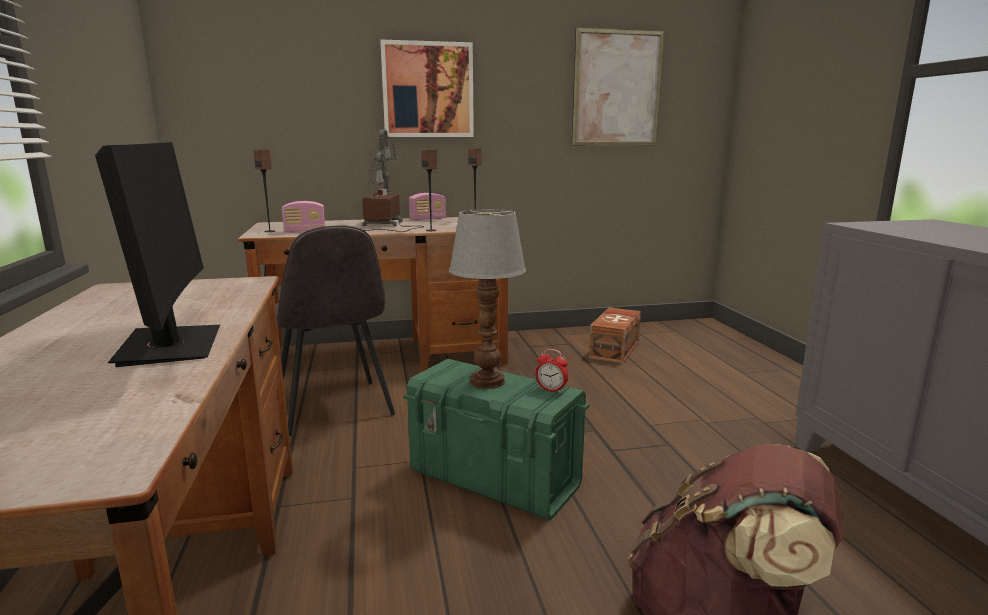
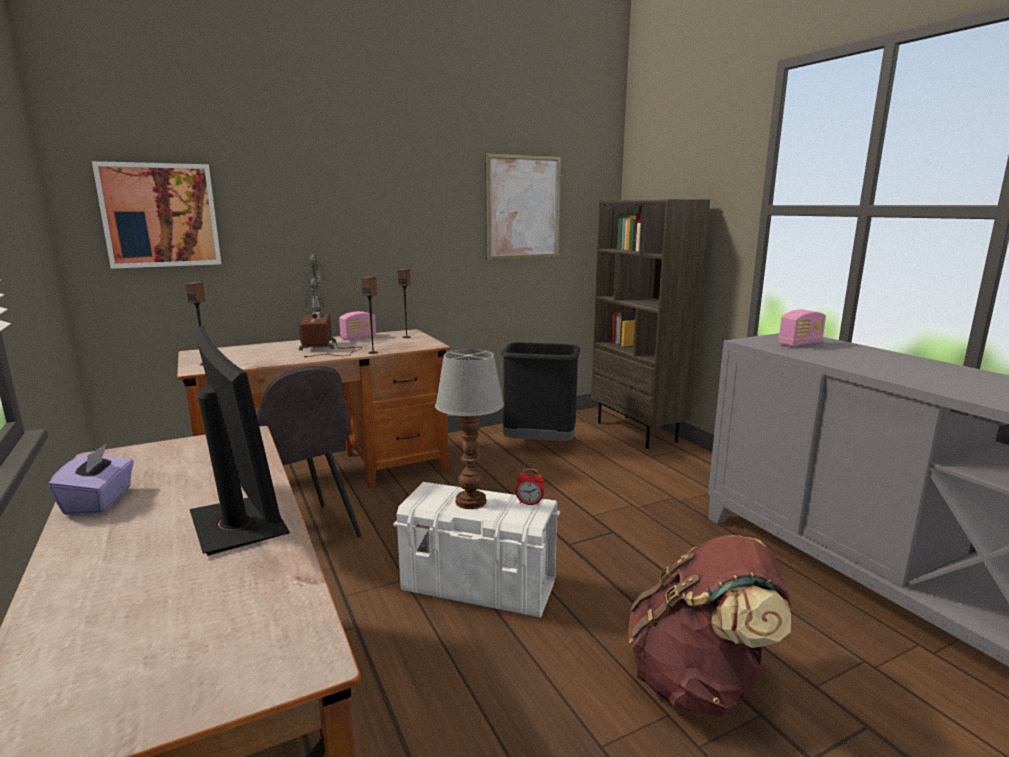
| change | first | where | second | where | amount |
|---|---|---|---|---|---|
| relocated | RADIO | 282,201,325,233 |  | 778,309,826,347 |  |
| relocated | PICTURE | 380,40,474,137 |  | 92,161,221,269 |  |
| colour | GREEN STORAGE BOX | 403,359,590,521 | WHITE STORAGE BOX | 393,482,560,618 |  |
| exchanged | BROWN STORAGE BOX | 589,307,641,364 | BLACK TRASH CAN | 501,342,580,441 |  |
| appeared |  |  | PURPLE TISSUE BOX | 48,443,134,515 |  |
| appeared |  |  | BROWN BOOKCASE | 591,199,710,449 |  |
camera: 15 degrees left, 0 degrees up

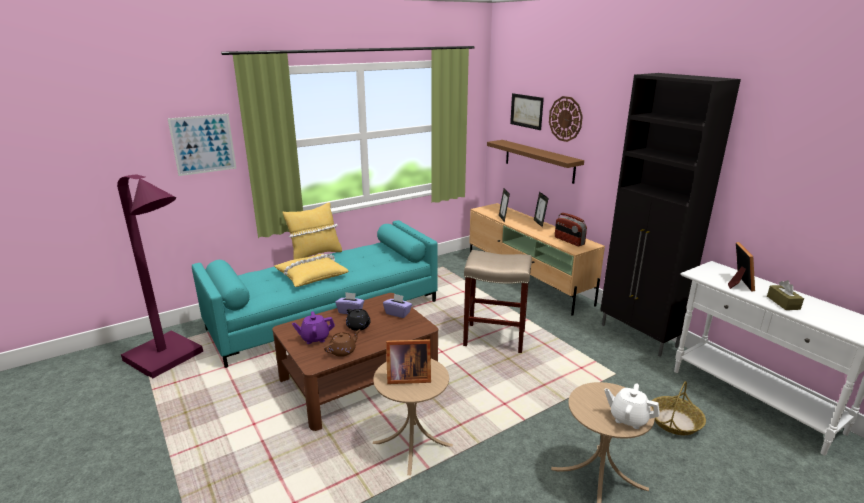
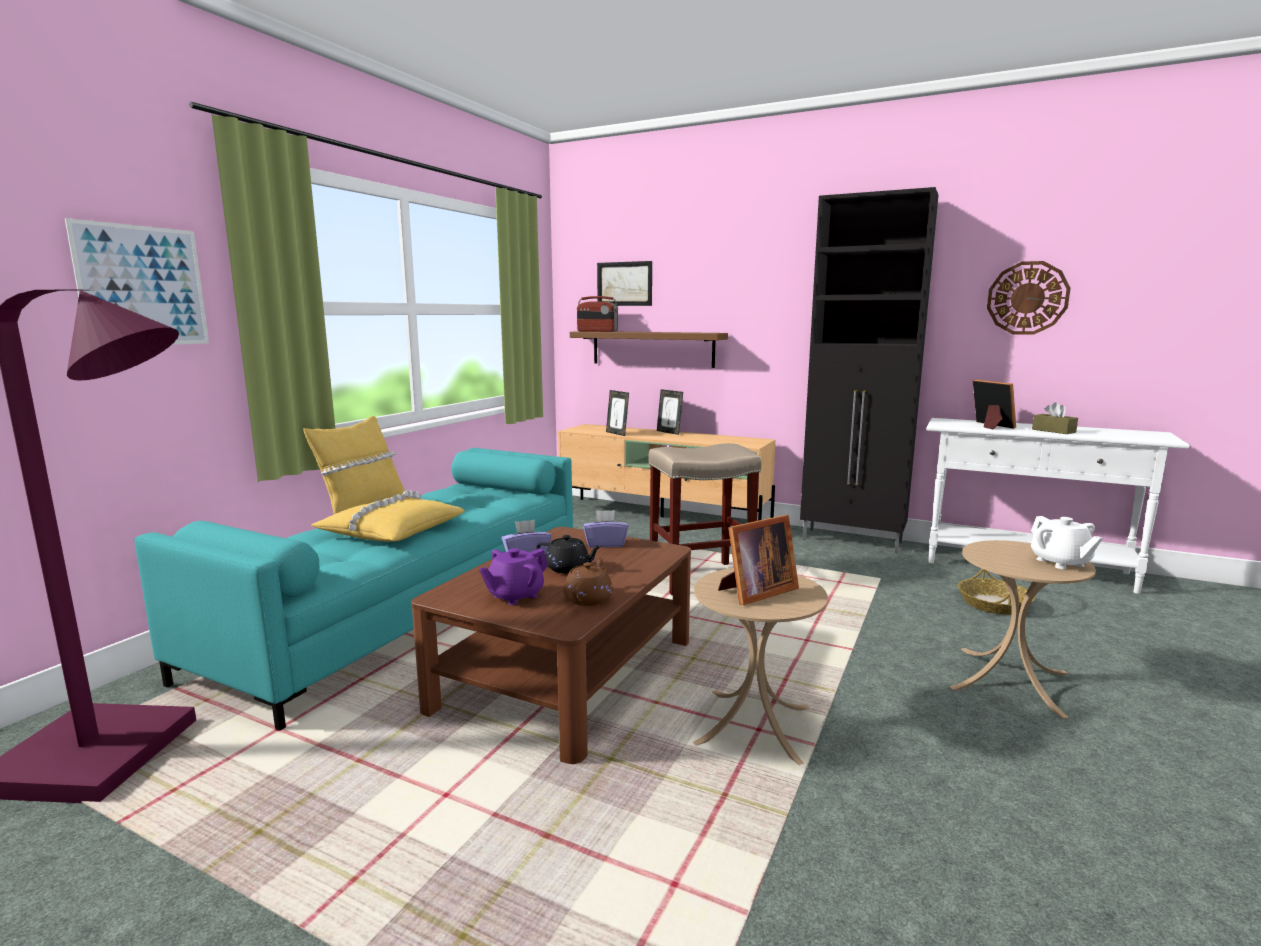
| change | first | where | second | where | amount |
|---|---|---|---|---|---|
| relocated | WALL CLOCK | 549,96,583,142 |  | 987,261,1071,335 |  |
| relocated | RADIO | 555,213,587,246 |  | 577,296,618,332 |  |
| spun | WHITE TEAPOT | 604,383,660,429 |  | 1031,516,1103,569 | 105 degrees counterclockwise |
camera: 30 degrees left, 10 degrees down

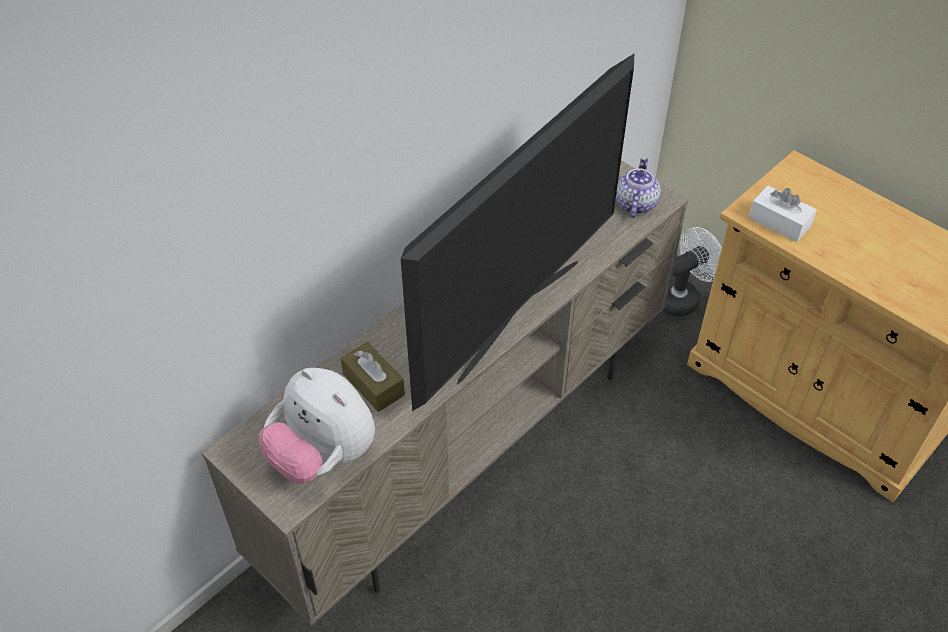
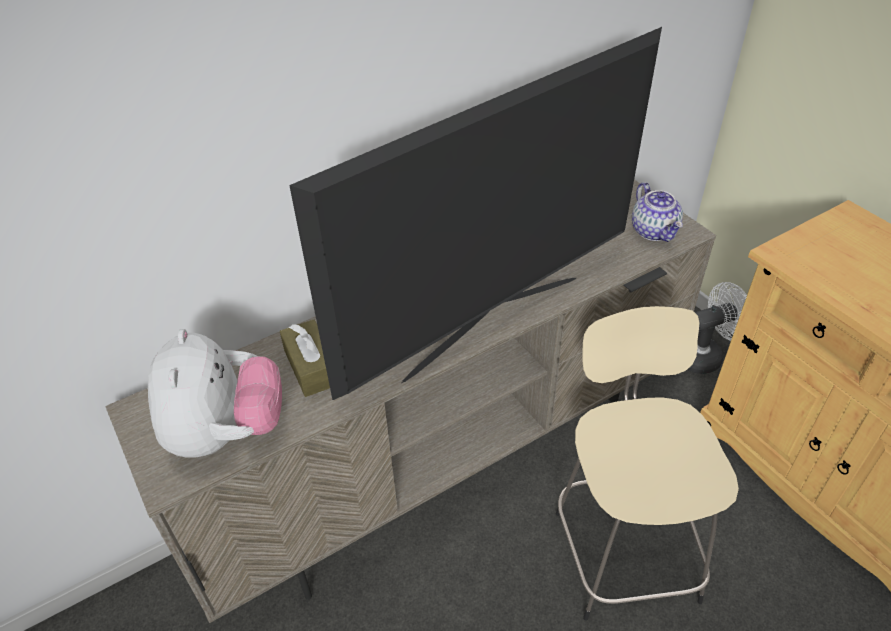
| change | first | where | second | where | amount |
|---|---|---|---|---|---|
| spun | PLUSH TOY | 259,368,375,484 |  | 148,329,282,458 | 150 degrees counterclockwise |
| spun | TEAPOT | 616,157,661,218 |  | 632,182,683,242 | 135 degrees clockwise |
| missing | WHITE TISSUE BOX | 749,186,817,242 |  |  |  |
| appeared |  |  | BEIGE STOOL | 556,306,739,621 |  |
camera: 15 degrees right, 5 degrees down

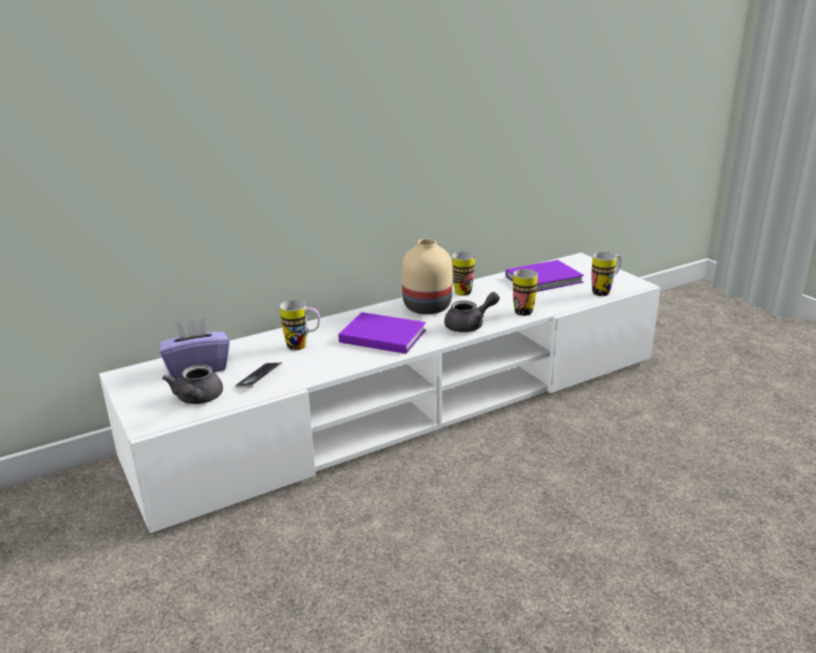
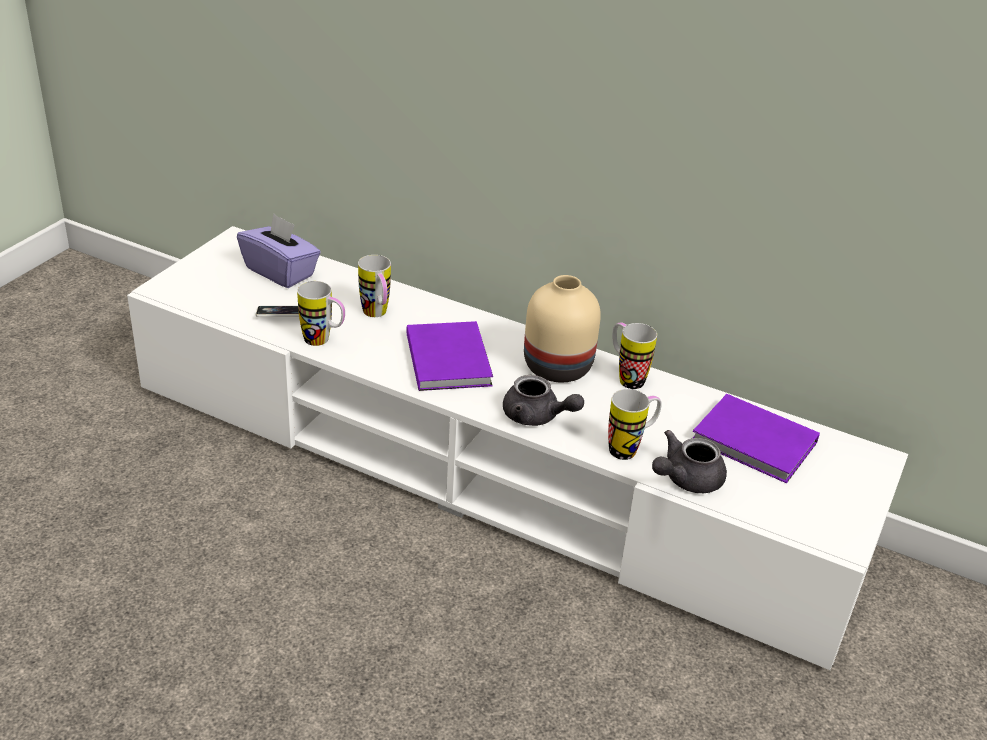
| change | first | where | second | where | amount |
|---|---|---|---|---|---|
| relocated | GREY TEAPOT | 162,365,223,404 |  | 652,430,727,493 |  |
| relocated | MUG | 592,252,621,296 |  | 297,281,345,346 |  |
camera: 55 degrees right, 10 degrees up

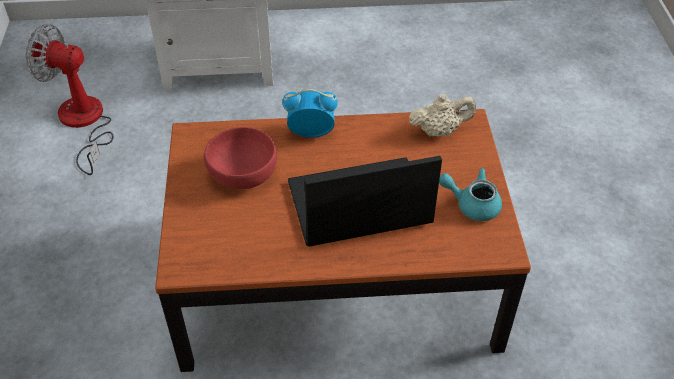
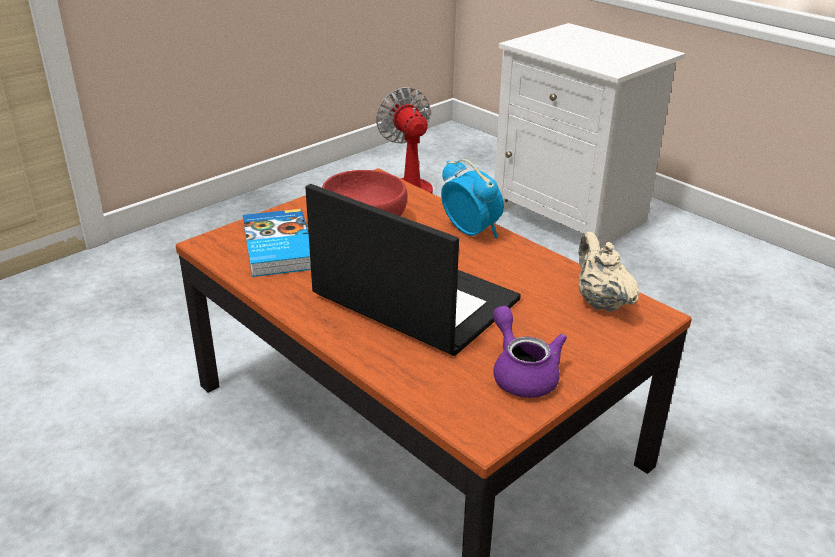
| change | first | where | second | where | amount |
|---|---|---|---|---|---|
| spun | BEIGE TEAPOT | 409,94,476,136 |  | 578,232,639,312 | 150 degrees counterclockwise |
| colour | TURQUOISE TEAPOT | 439,168,502,221 | PURPLE TEAPOT | 493,306,567,398 |  |
| appeared |  |  | BOOK | 243,209,311,277 |  |
camera: 50 degrees right, 15 degrees down

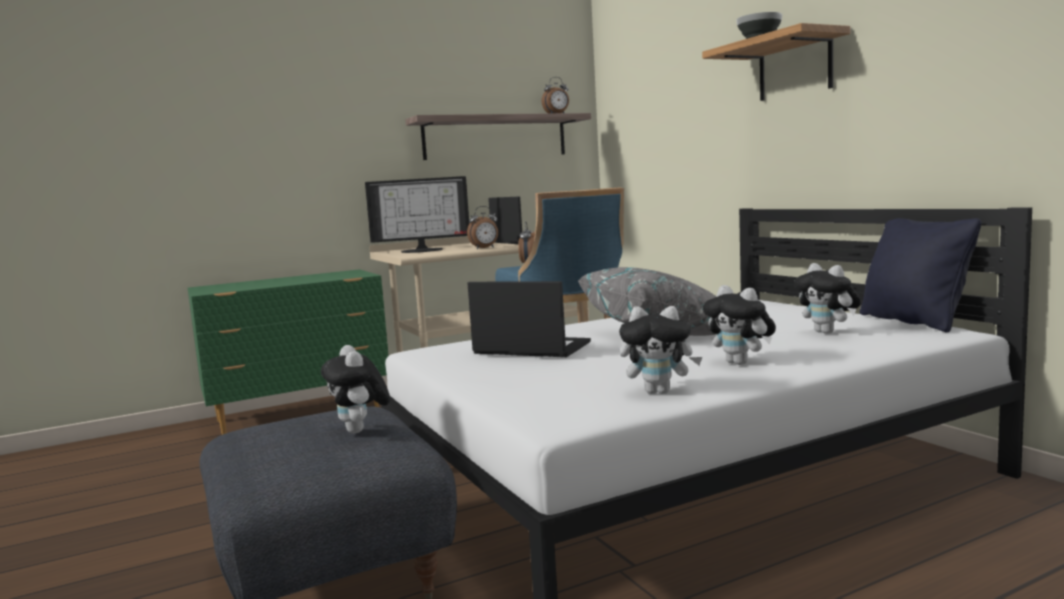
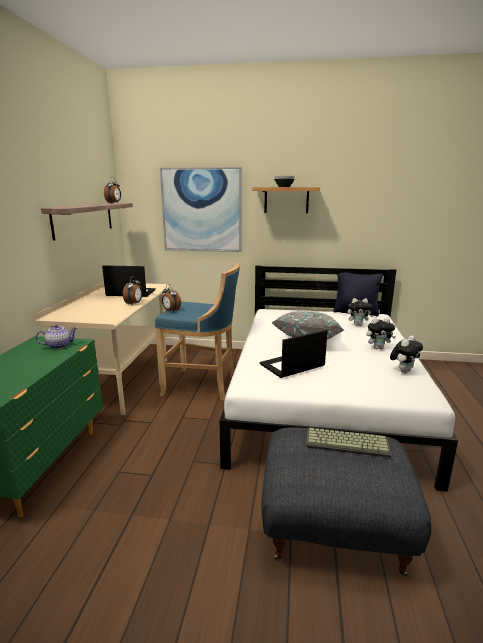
| change | first | where | second | where | amount |
|---|---|---|---|---|---|
| exchanged | PLUSH TOY | 321,345,390,434 | KEYBOARD | 306,428,391,458 |  |
| missing | MONITOR | 365,176,469,253 |  |  |  |
| appeared |  |  | TEAPOT | 36,325,77,349 |  |
| appeared |  |  | PICTURE | 160,167,242,252 |  |
camera: 55 degrees left, 10 degrees up

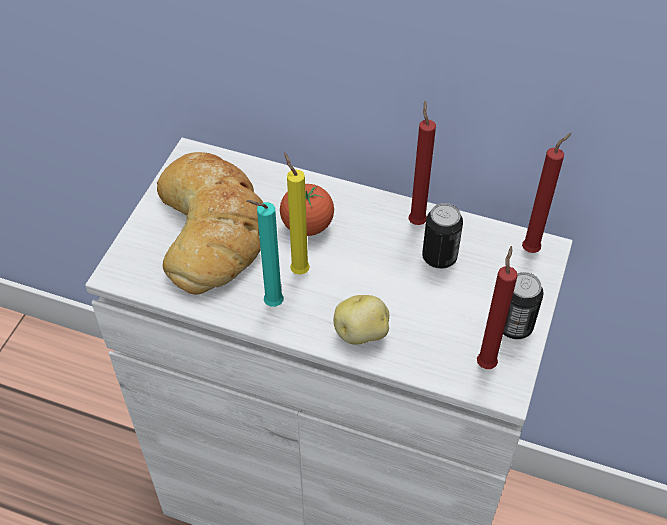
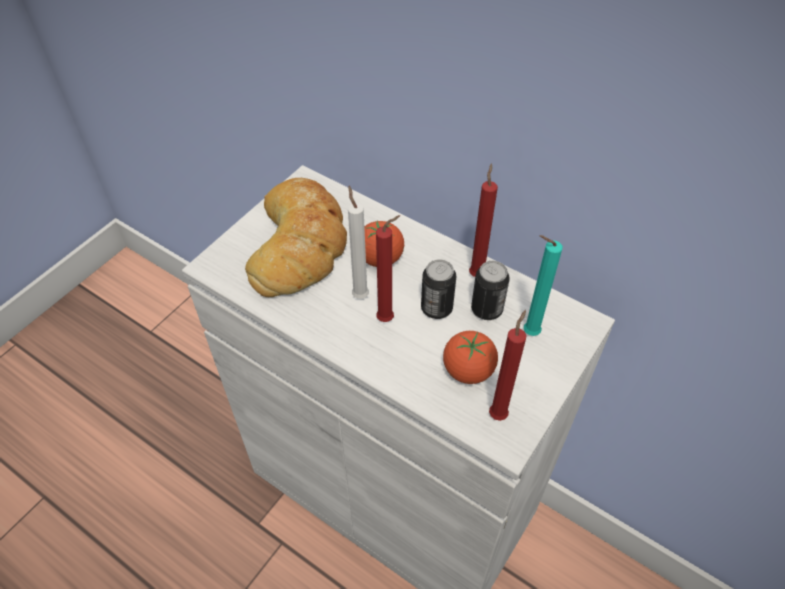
| change | first | where | second | where | amount |
|---|---|---|---|---|---|
| relocated | TURQUOISE CANDLE | 246,200,284,307 |  | 524,235,563,336 |  |
| colour | YELLOW CANDLE | 284,152,310,275 | WHITE CANDLE | 348,186,369,299 |  |
| missing | POTATO | 334,295,389,345 |  |  |  |
| relocated | CAN | 503,272,544,339 |  | 421,259,456,319 |  |
| relocated | RED CANDLE | 522,133,572,253 |  | 376,215,400,322 |  |
| appeared |  |  | TOMATO | 443,331,498,384 |  |
camera: 15 degrees right, 0 degrees up

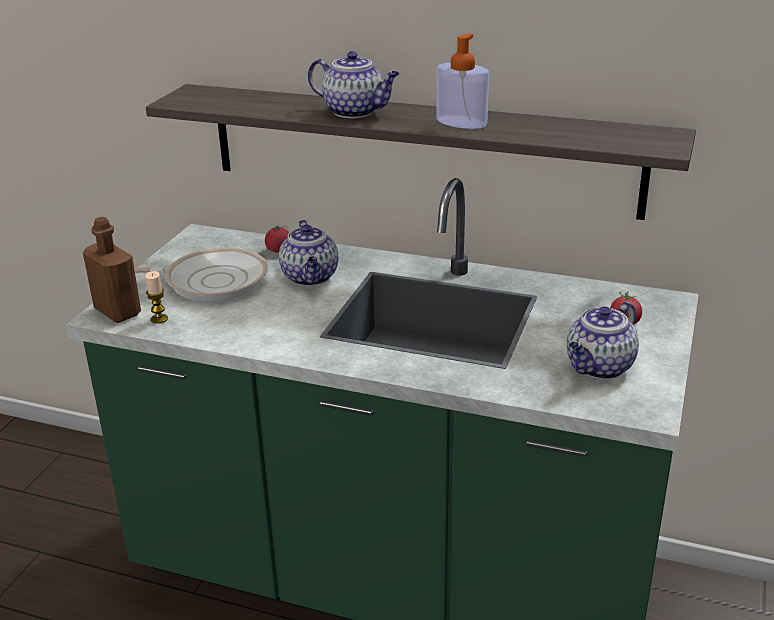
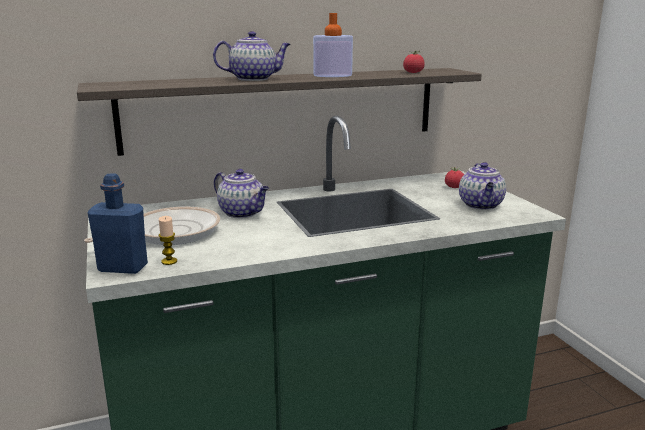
| change | first | where | second | where | amount |
|---|---|---|---|---|---|
| colour | BROWN BOTTLE | 83,217,141,323 | BLUE BOTTLE | 88,173,148,274 |  |
| relocated | TOMATO | 265,224,289,253 |  | 403,50,425,73 |  |
camera: 40 degrees left, 10 degrees down

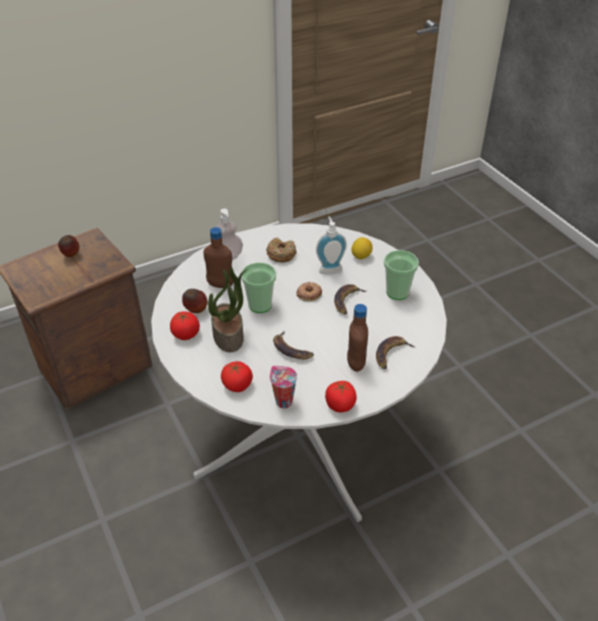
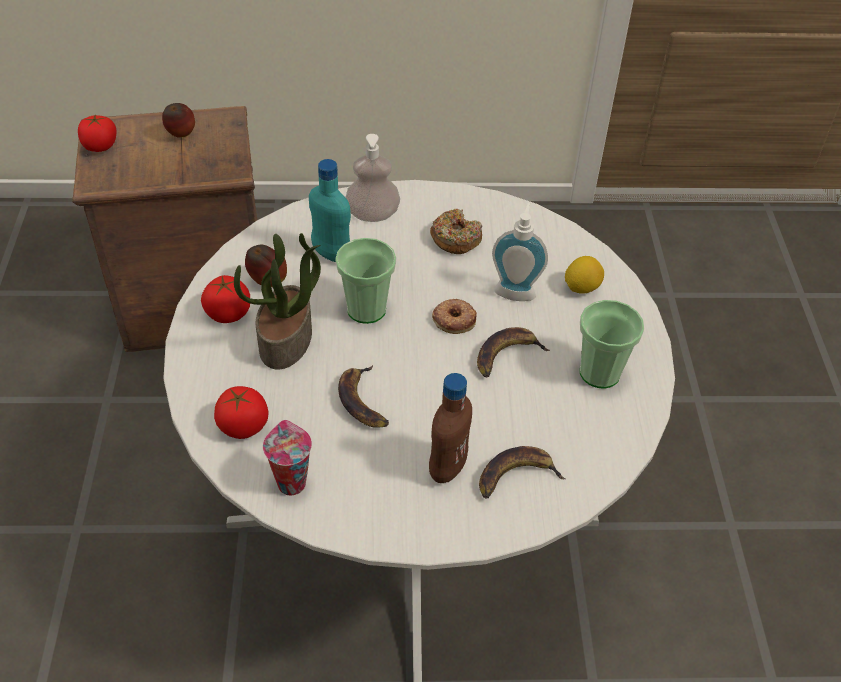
| change | first | where | second | where | amount |
|---|---|---|---|---|---|
| colour | BROWN BOTTLE | 203,227,234,288 | TURQUOISE BOTTLE | 309,159,351,262 |  |
| relocated | TOMATO | 325,381,357,412 |  | 78,115,117,152 |  |
camera: 25 degrees right, 5 degrees up

